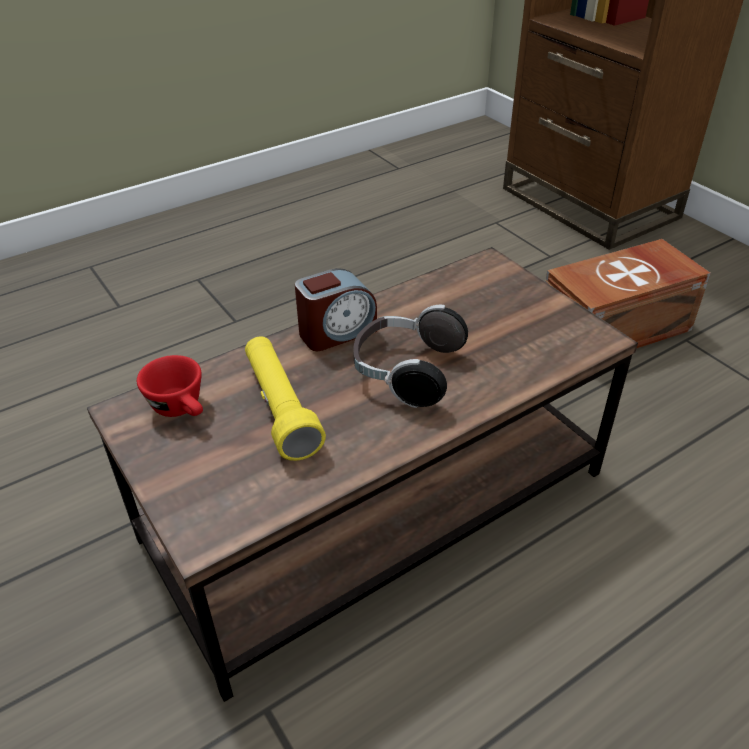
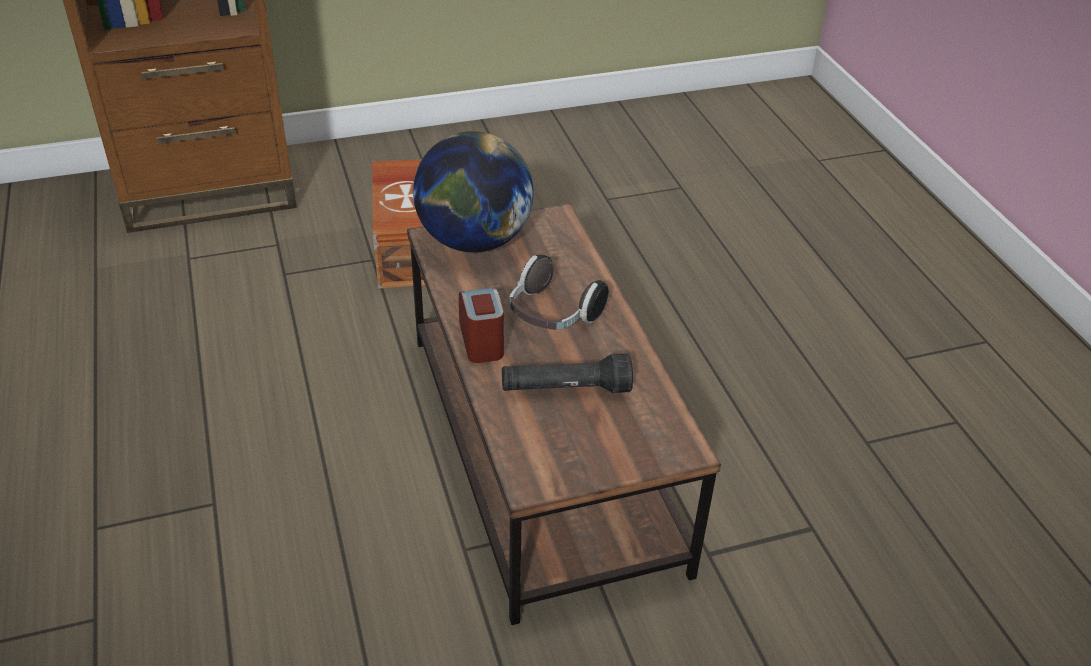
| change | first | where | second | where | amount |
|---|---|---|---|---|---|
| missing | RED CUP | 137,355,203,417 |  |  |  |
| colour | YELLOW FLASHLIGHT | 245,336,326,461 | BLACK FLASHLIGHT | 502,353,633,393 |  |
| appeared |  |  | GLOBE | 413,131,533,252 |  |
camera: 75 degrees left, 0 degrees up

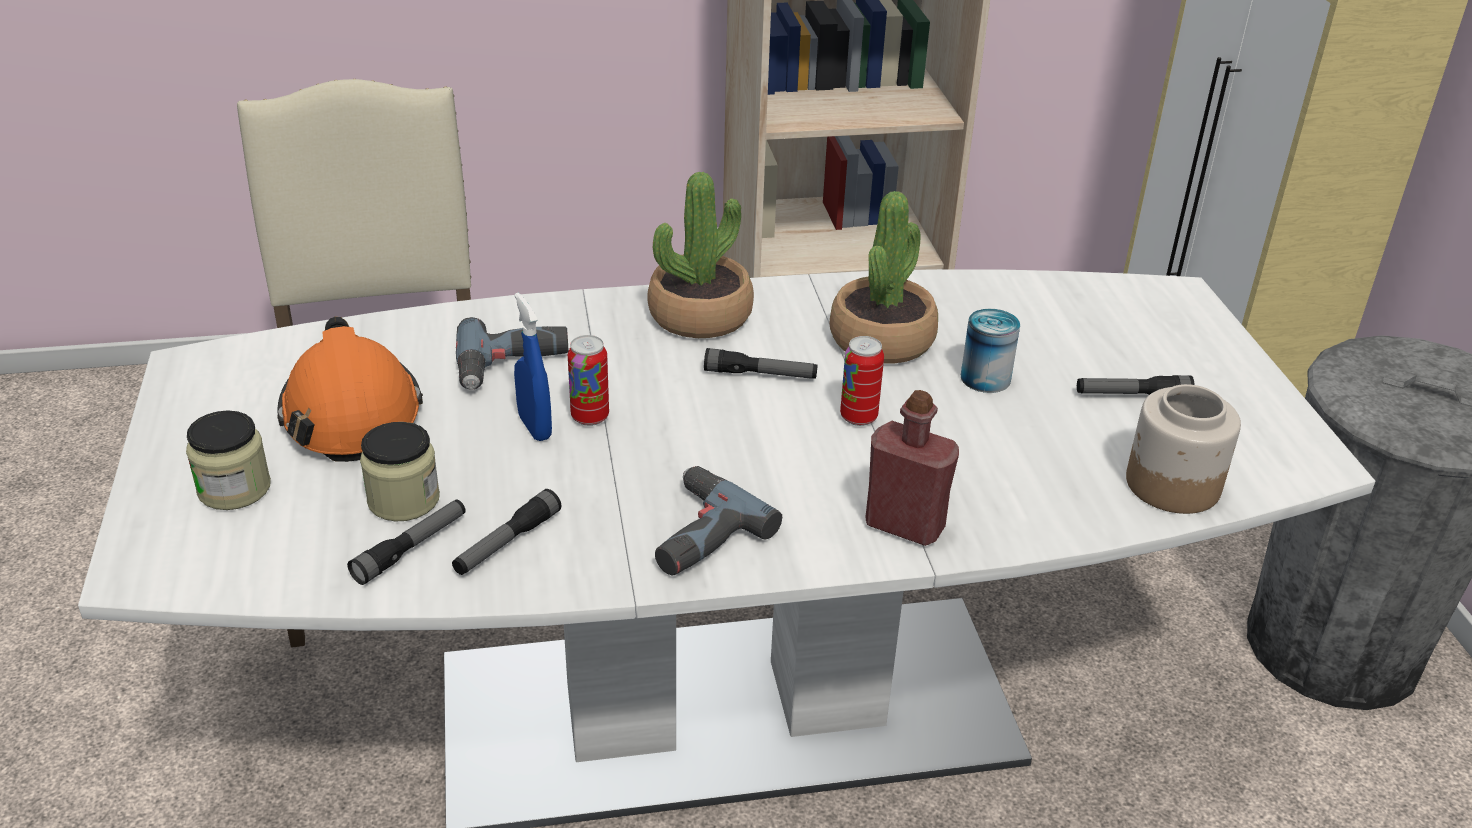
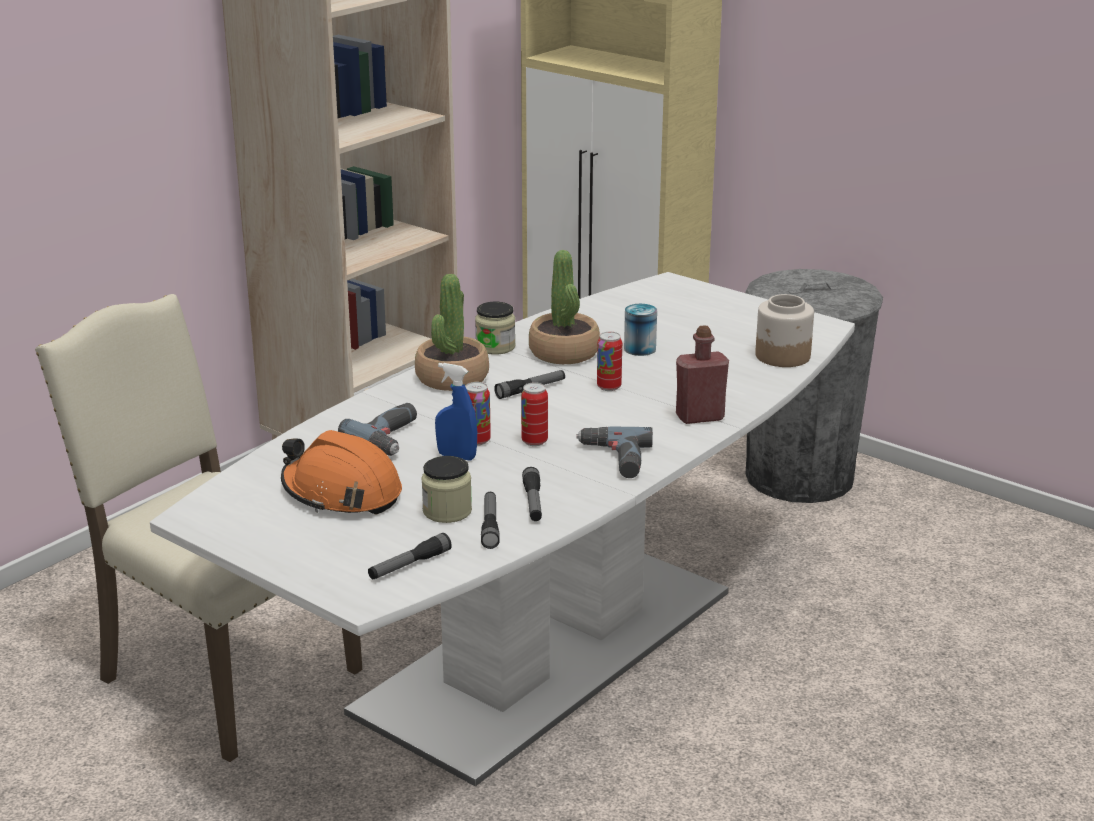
| change | first | where | second | where | amount |
|---|---|---|---|---|---|
| relocated | JAR | 186,410,271,510 |  | 475,302,515,355 |  |
| relocated | FLASHLIGHT | 1077,375,1195,395 |  | 368,533,452,579 |  |
| appeared |  |  | CAN | 521,382,548,446 |  |
camera: 40 degrees left, 10 degrees down

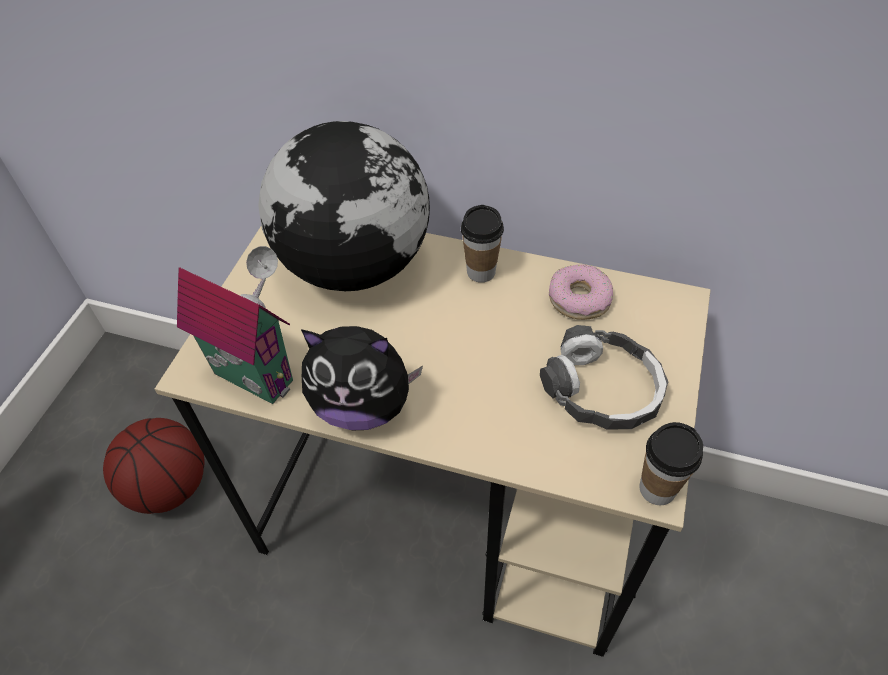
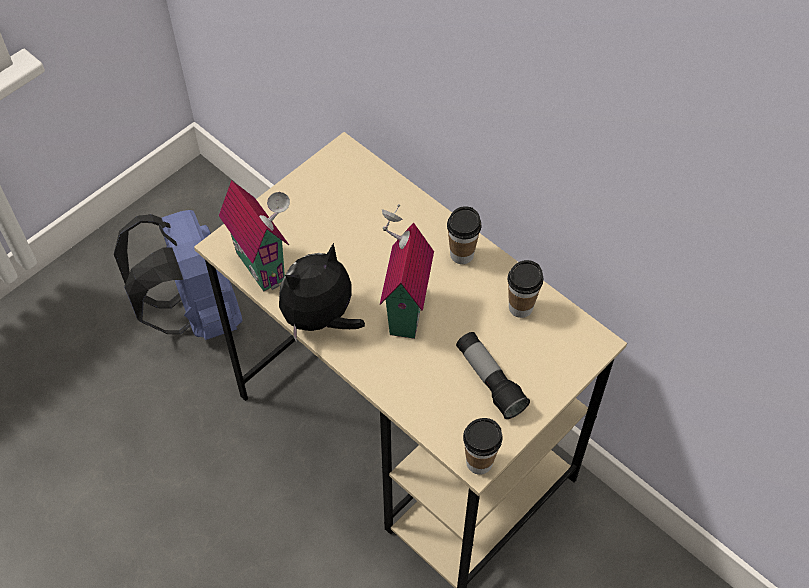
| change | first | where | second | where | amount |
|---|---|---|---|---|---|
| exchanged | BASKETBALL | 103,418,205,514 | BLUE BACKPACK | 114,210,243,340 |  |
| missing | GLOBE | 258,121,430,291 |  |  |  |
| spun | PLUSH TOY | 301,326,423,430 |  | 279,243,365,343 | 105 degrees clockwise |
| exchanged | HEADPHONES | 540,325,669,429 | FLASHLIGHT | 456,332,530,419 |  |
| exchanged | DONUT | 549,264,613,320 | CUP | 507,260,543,318 |  |
| appeared |  |  | TOY HOUSE | 380,204,434,339 |  |
camera: 25 degrees right, 5 degrees up

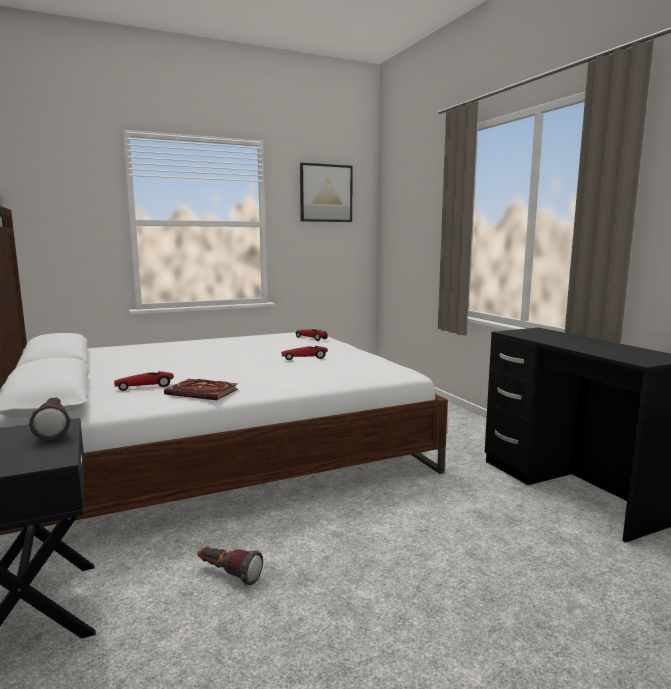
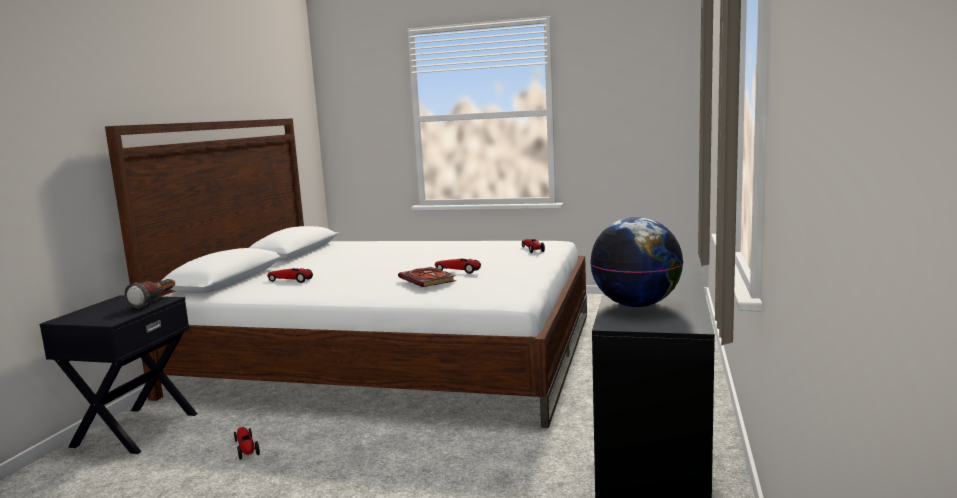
| change | first | where | second | where | amount |
|---|---|---|---|---|---|
| relocated | BOOK | 164,379,238,400 |  | 398,267,456,287 |  |
| exchanged | FLASHLIGHT | 197,547,263,585 | TOY CAR | 234,427,260,460 |  |
| missing | PICTURE | 300,163,353,222 |  |  |  |
| appeared |  |  | GLOBE | 590,217,683,307 |  |
camera: 40 degrees right, 0 degrees up

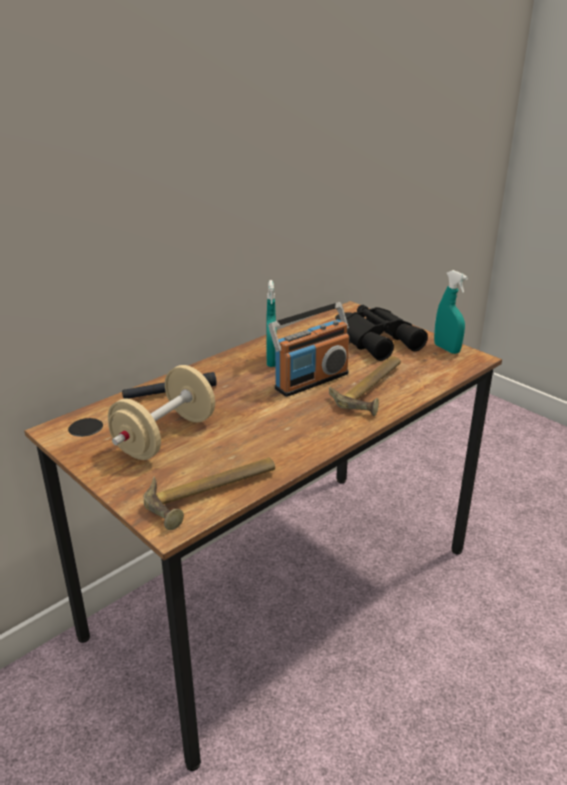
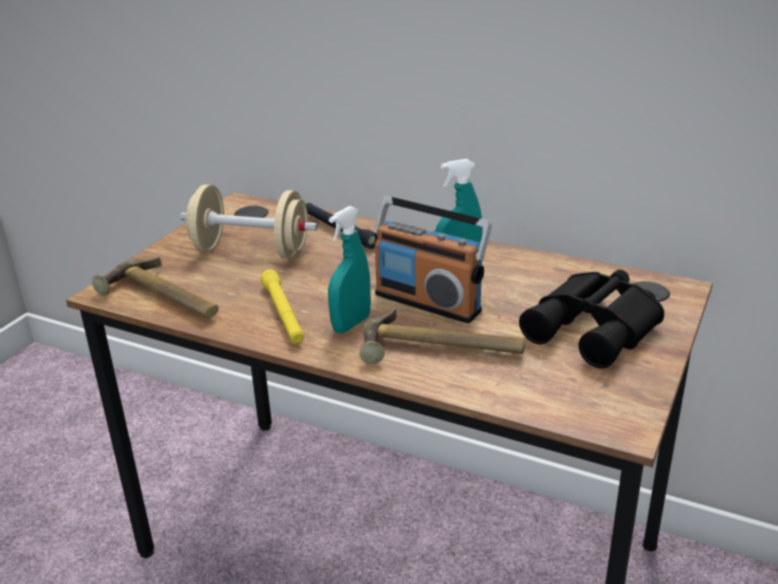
| change | first | where | second | where | amount |
|---|---|---|---|---|---|
| relocated | TURQUOISE SPRAY BOTTLE | 434,270,468,354 |  | 328,206,371,333 |  |
| appeared |  |  | YELLOW FLASHLIGHT | 261,269,304,344 |  |
camera: 70 degrees right, 0 degrees up

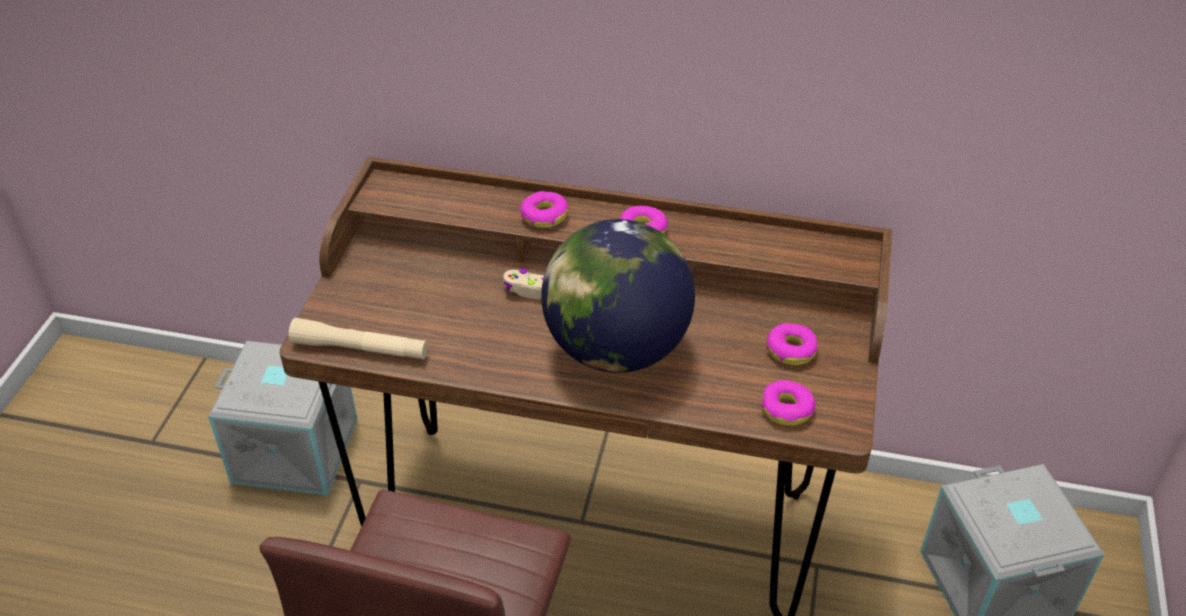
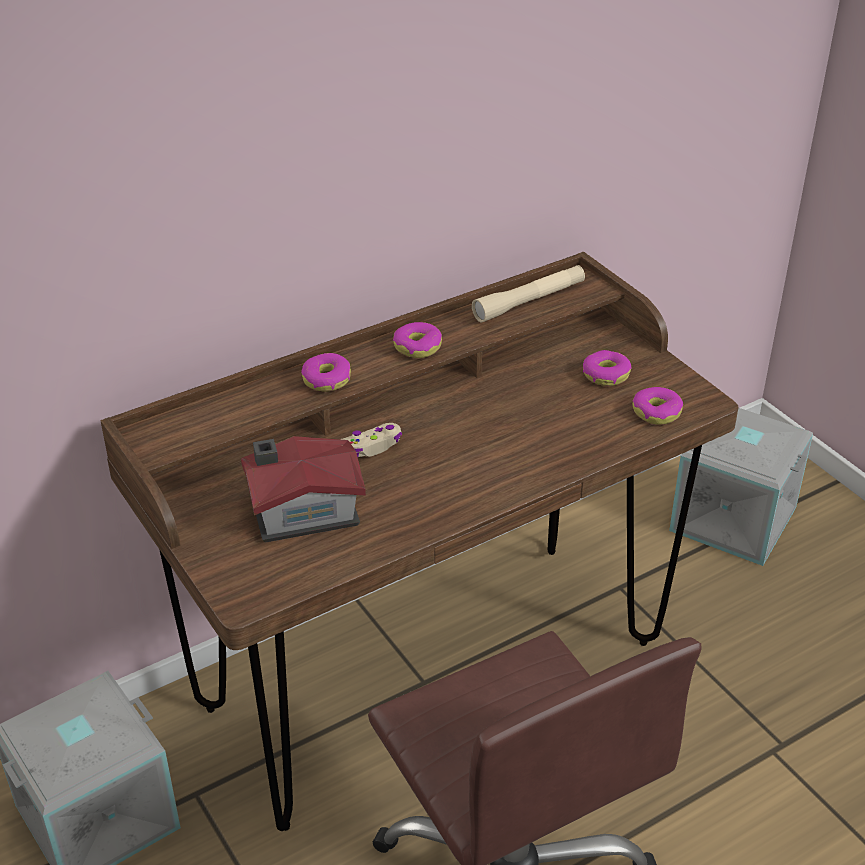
| change | first | where | second | where | amount |
|---|---|---|---|---|---|
| relocated | BEIGE FLASHLIGHT | 289,318,428,360 |  | 472,265,585,322 |  |
| missing | GLOBE | 541,219,695,373 |  |  |  |
| appeared |  |  | TOY HOUSE | 241,436,366,543 |  |
camera: 45 degrees left, 5 degrees down

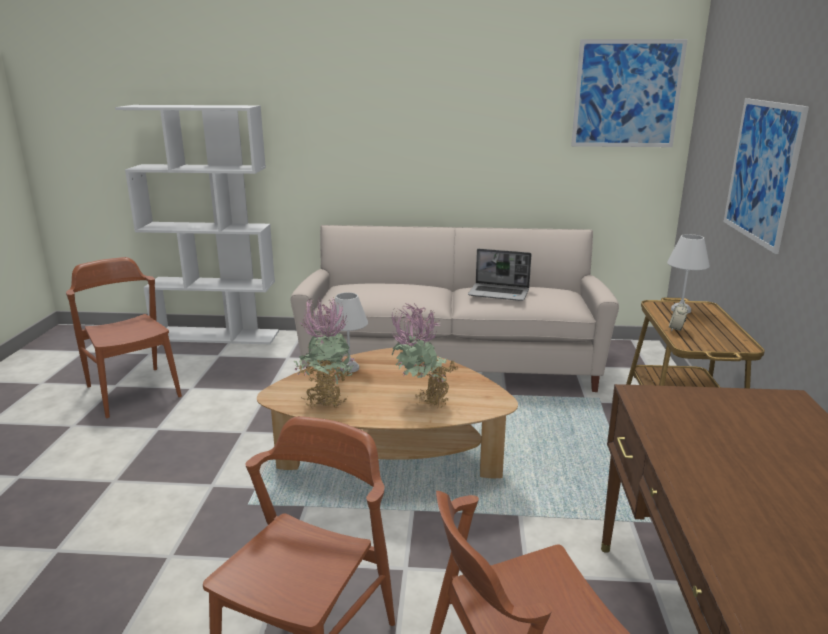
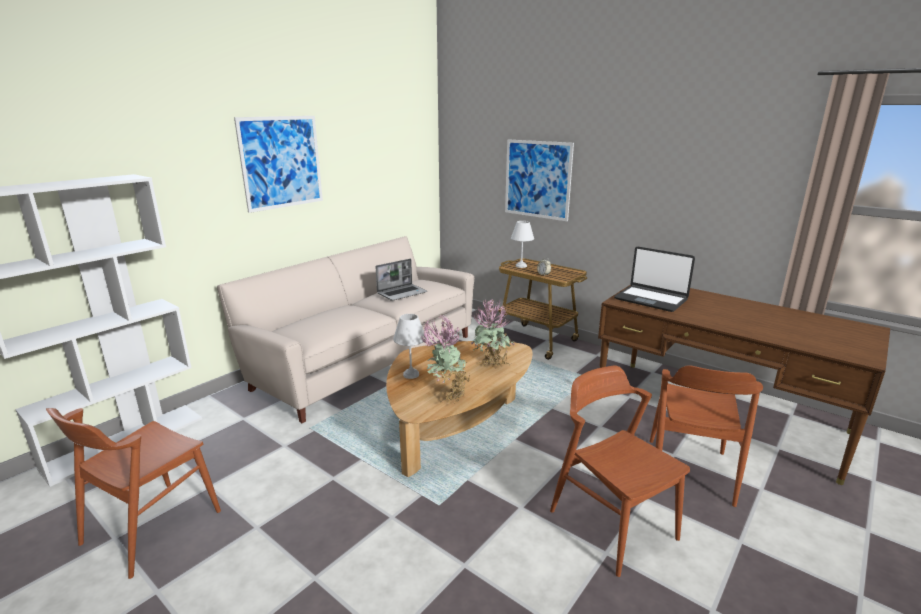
| change | first | where | second | where | amount |
|---|---|---|---|---|---|
| spun | BROWN CHAIR | 66,257,182,418 |  | 46,408,221,579 | 60 degrees counterclockwise |
| relocated | PICTURE | 571,39,688,147 |  | 234,116,323,213 |  |
| appeared |  |  | LAPTOP | 614,247,695,312 |  |
camera: 55 degrees left, 0 degrees up

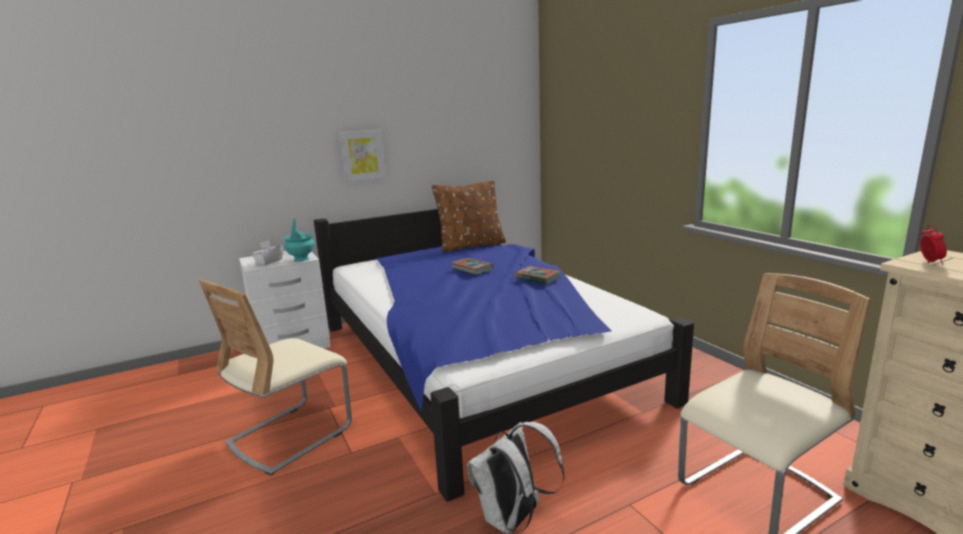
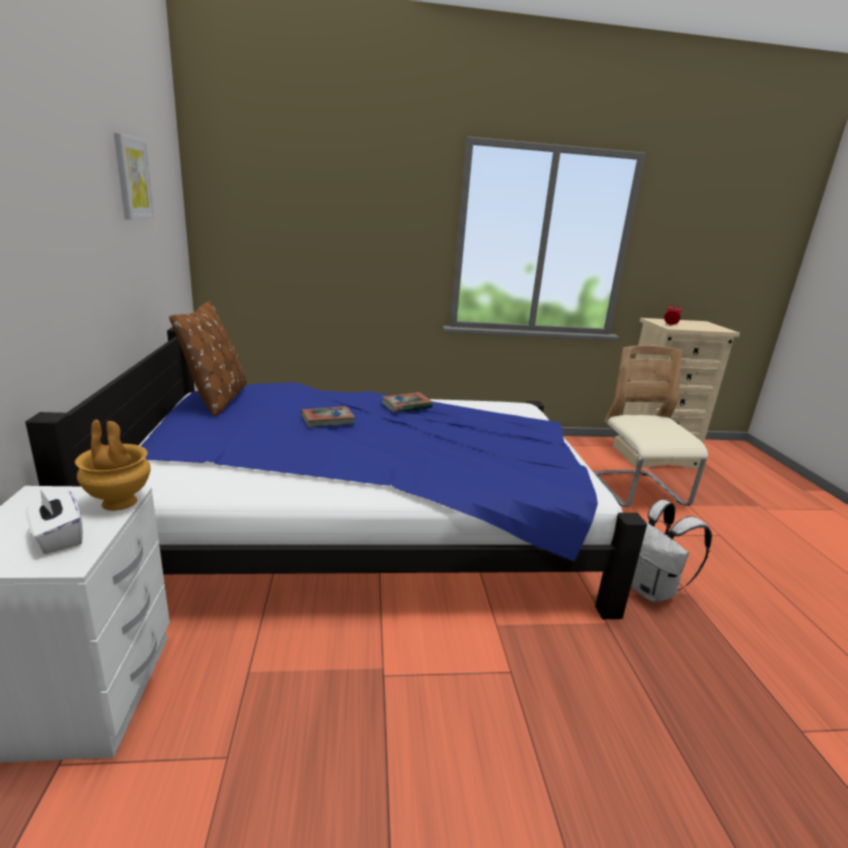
| change | first | where | second | where | amount |
|---|---|---|---|---|---|
| missing | BEIGE CHAIR | 199,280,352,476 |  |  |  |
| colour | TURQUOISE VASE | 283,218,315,262 | BROWN VASE | 75,420,151,511 |  |
| relocated | PICTURE | 339,130,386,182 |  | 114,133,155,220 |  |
camera: 70 degrees left, 5 degrees up

